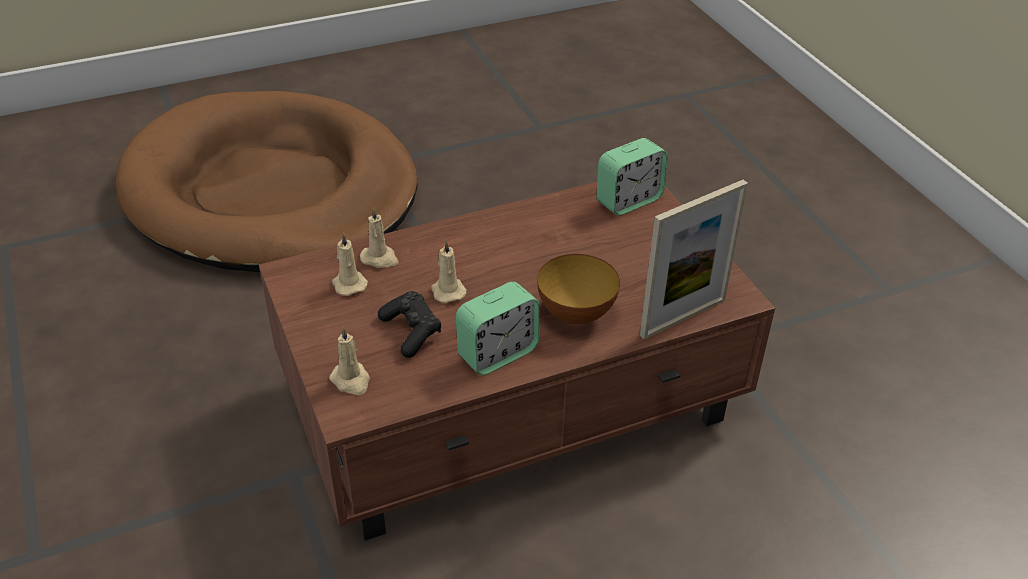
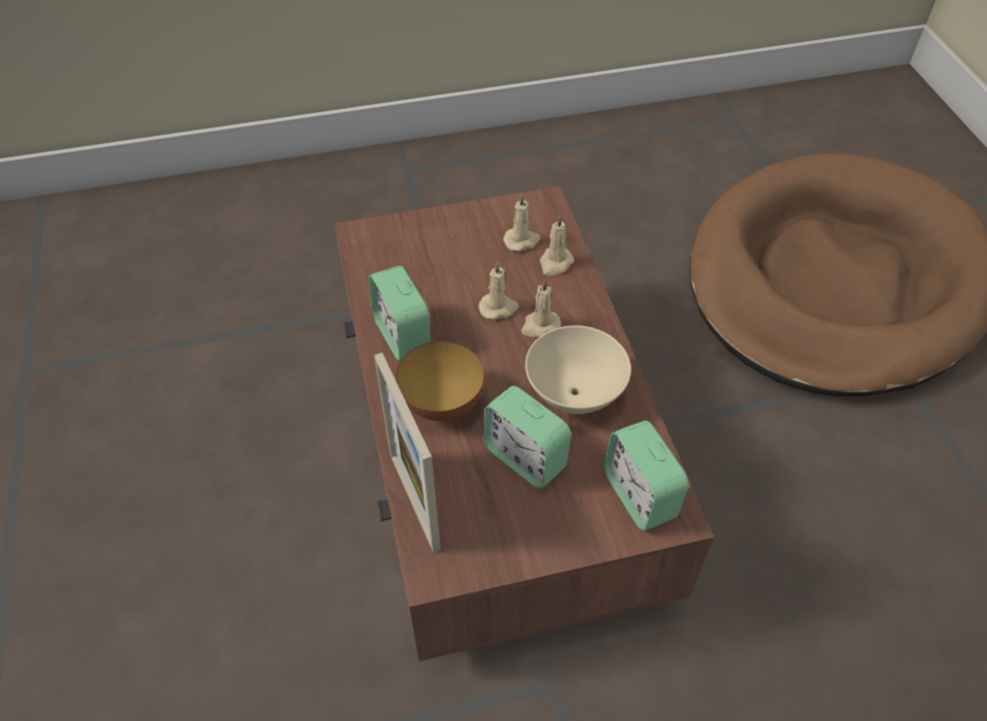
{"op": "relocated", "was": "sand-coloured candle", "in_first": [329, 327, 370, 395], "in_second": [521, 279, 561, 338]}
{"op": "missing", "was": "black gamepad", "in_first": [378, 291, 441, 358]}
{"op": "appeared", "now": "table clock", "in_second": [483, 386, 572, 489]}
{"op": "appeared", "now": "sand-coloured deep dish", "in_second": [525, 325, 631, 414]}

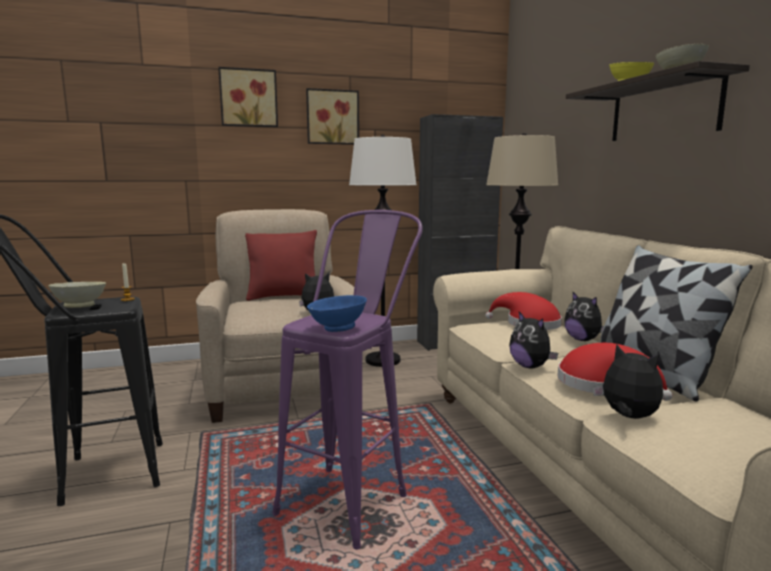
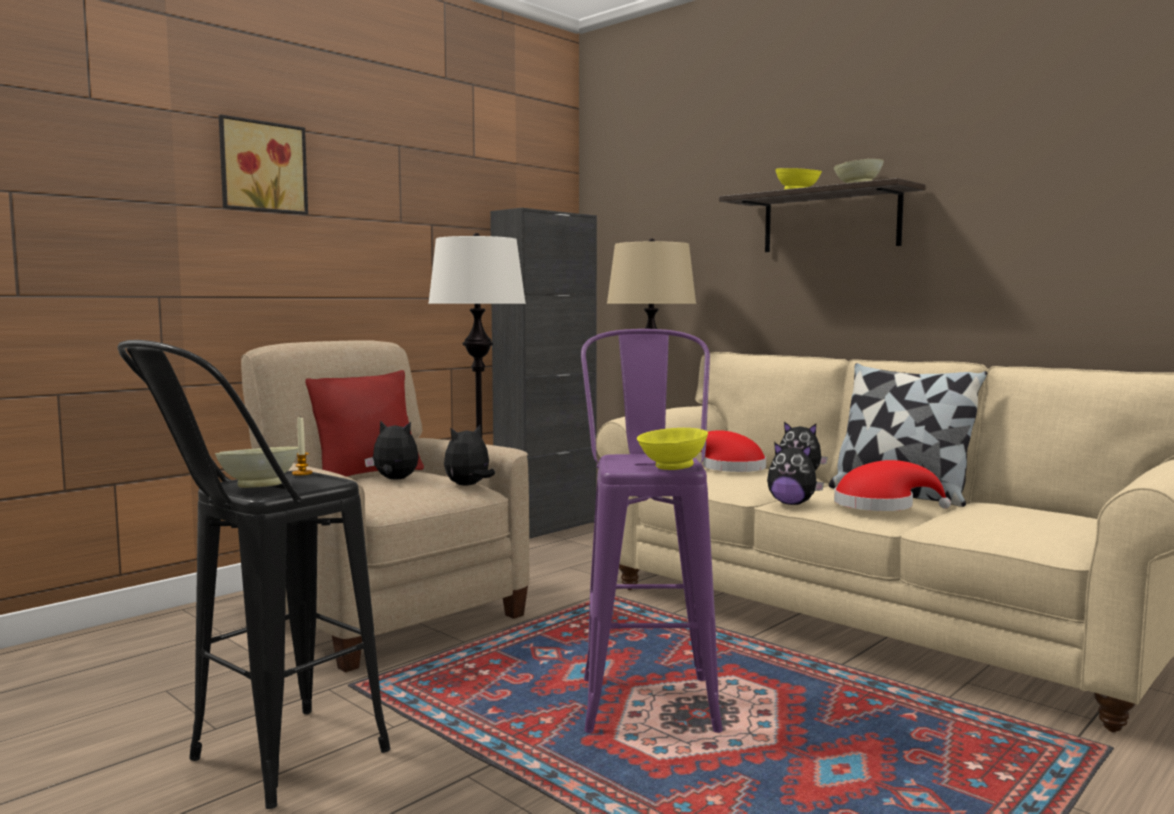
{"op": "missing", "was": "wall art", "in_first": [306, 88, 359, 145]}
{"op": "colour", "was": "blue deep dish", "now": "yellow-coloured deep dish", "in_first": [307, 295, 367, 332], "in_second": [637, 428, 708, 470]}
{"op": "relocated", "was": "cuddly toy", "in_first": [593, 344, 663, 419], "in_second": [365, 420, 419, 480]}

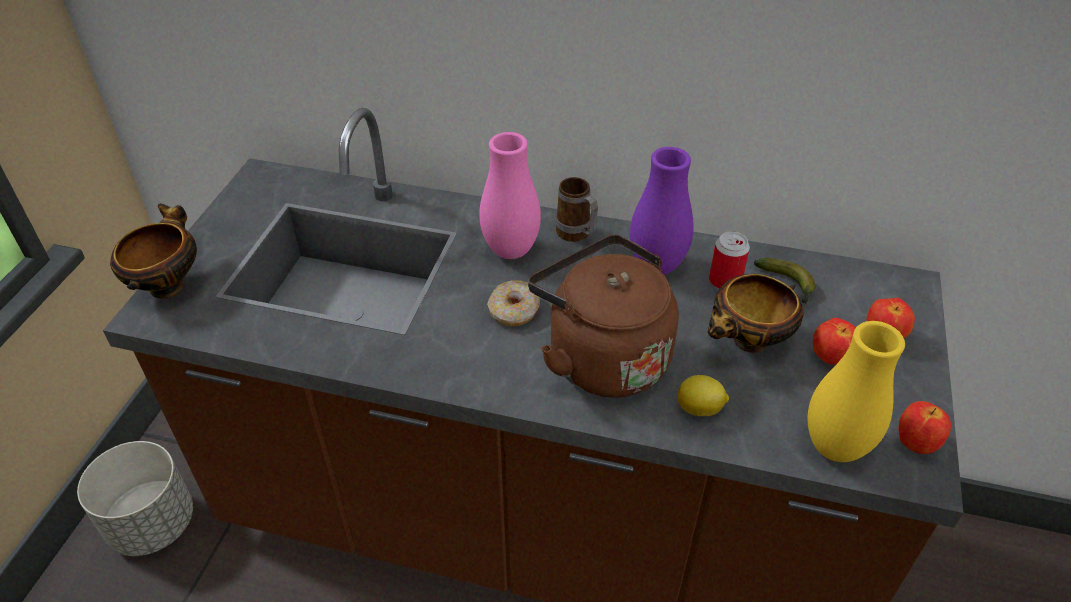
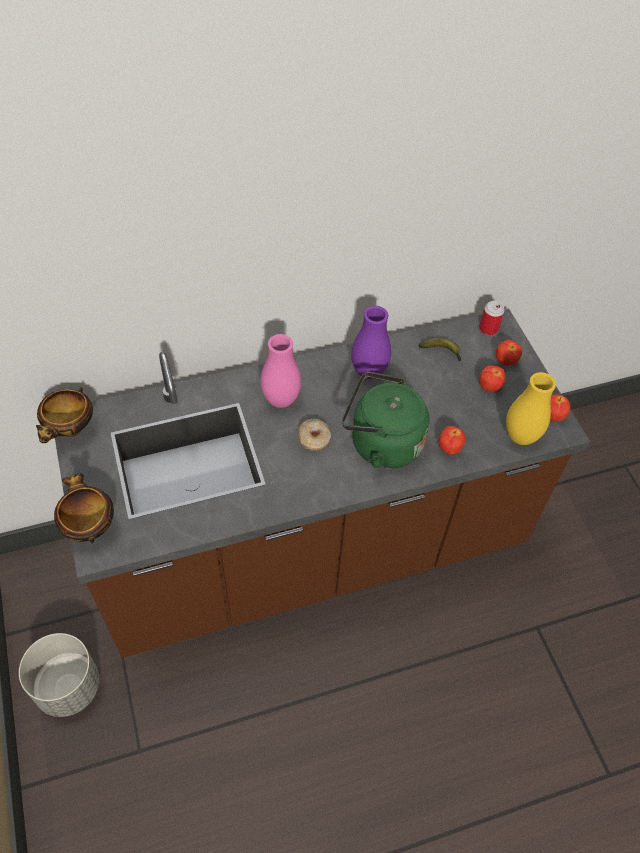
{"op": "colour", "was": "brownish kettle", "now": "green kettle", "in_first": [528, 235, 679, 398], "in_second": [342, 372, 430, 469]}
{"op": "missing", "was": "mug", "in_first": [556, 177, 598, 242]}
{"op": "exchanged", "was": "citrus fruit", "now": "apple", "in_first": [677, 375, 729, 416], "in_second": [439, 426, 466, 455]}
{"op": "relocated", "was": "deep dish", "in_first": [708, 274, 803, 353], "in_second": [36, 387, 93, 443]}
{"op": "relocated", "was": "sealed can", "in_first": [709, 231, 750, 289], "in_second": [479, 301, 505, 335]}

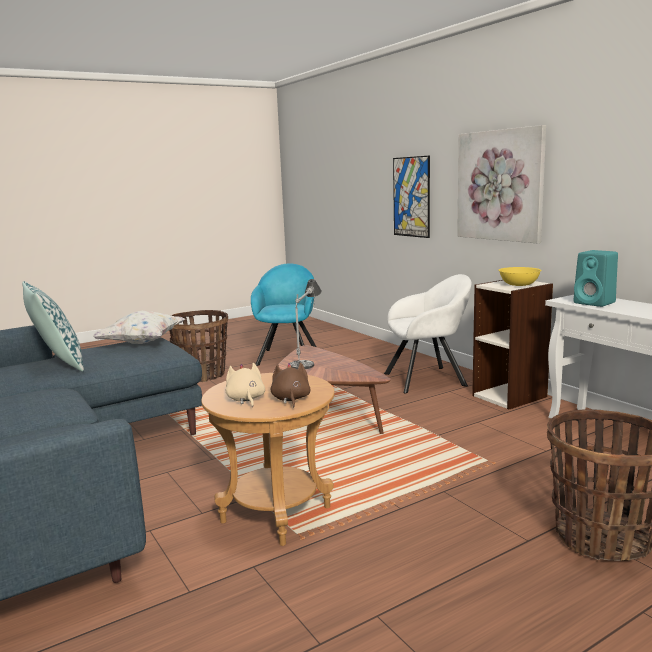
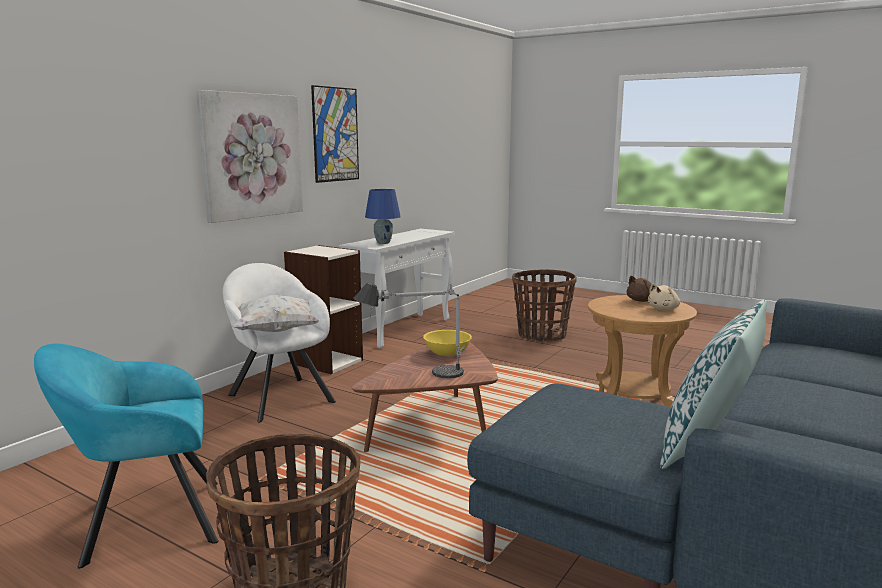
{"op": "relocated", "was": "whitish cushion", "in_first": [93, 311, 185, 344], "in_second": [232, 295, 320, 332]}
{"op": "relocated", "was": "wall art", "in_first": [393, 156, 430, 238], "in_second": [311, 85, 359, 183]}
{"op": "relocated", "was": "yellow-coloured deep dish", "in_first": [499, 267, 542, 286], "in_second": [423, 330, 472, 356]}
{"op": "exchanged", "was": "blue-green audio speaker", "now": "blue table lamp", "in_first": [574, 250, 618, 307], "in_second": [365, 189, 401, 244]}

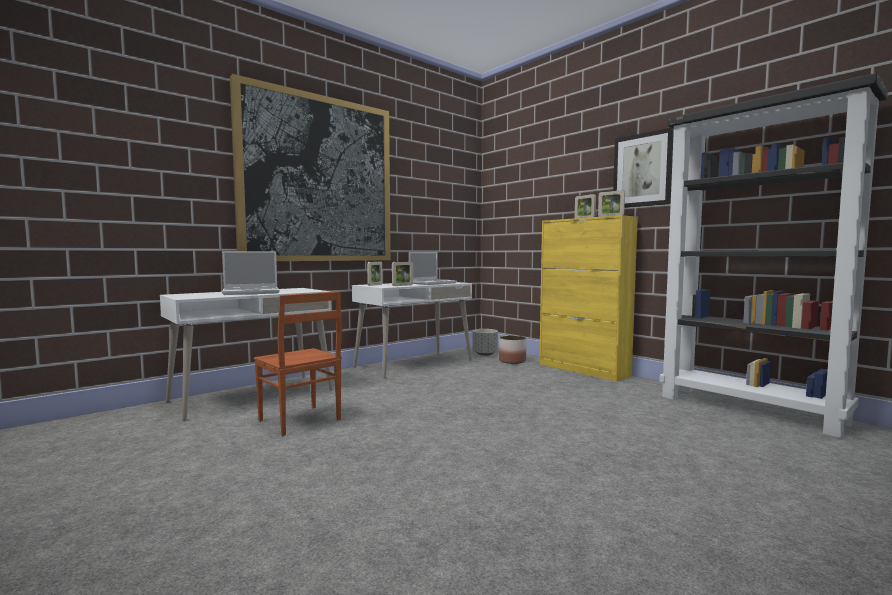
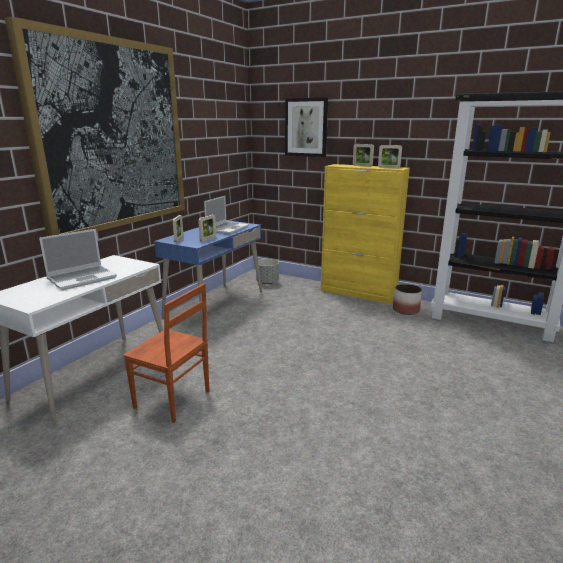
{"op": "colour", "was": "whitish desk unit", "now": "blue desk unit", "in_first": [352, 282, 472, 378], "in_second": [154, 220, 262, 328]}
{"op": "relocated", "was": "planter", "in_first": [499, 335, 526, 364], "in_second": [393, 284, 422, 315]}
{"op": "relocated", "was": "wall art", "in_first": [613, 128, 674, 208], "in_second": [285, 98, 328, 157]}

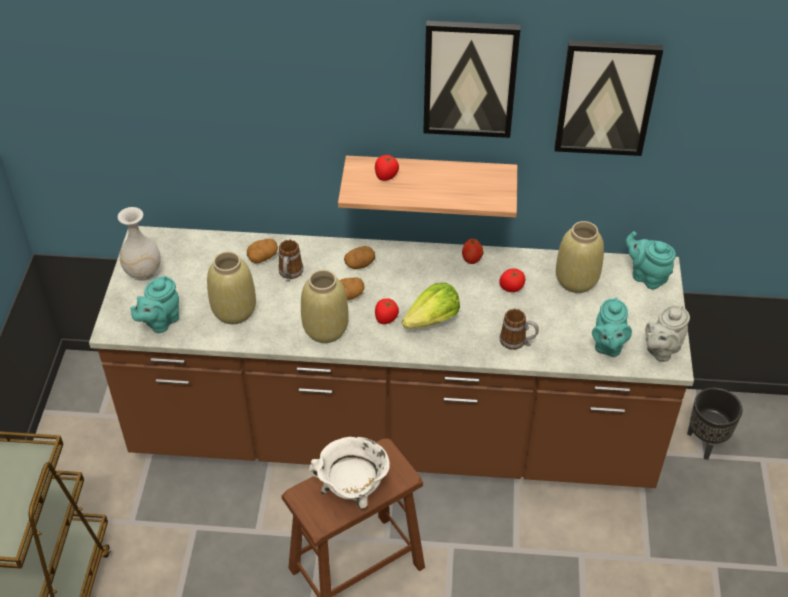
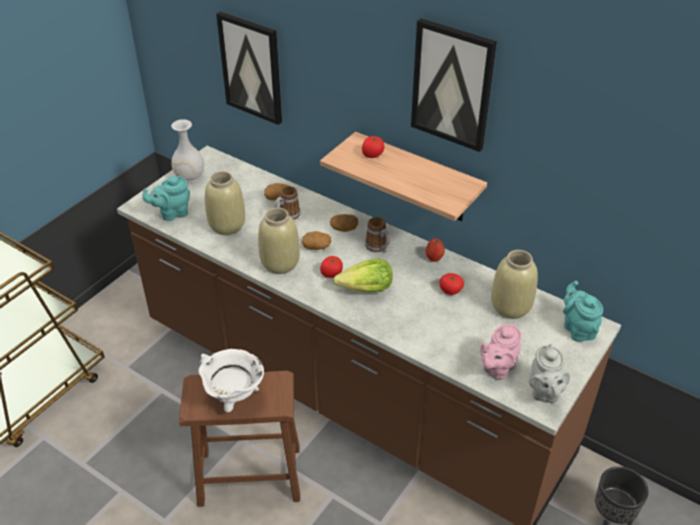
{"op": "relocated", "was": "mug", "in_first": [500, 309, 539, 350], "in_second": [365, 217, 390, 253]}
{"op": "relocated", "was": "wall art", "in_first": [554, 41, 663, 156], "in_second": [216, 11, 282, 125]}
{"op": "colour", "was": "blue-green teapot", "now": "pink teapot", "in_first": [592, 297, 632, 357], "in_second": [480, 324, 522, 380]}
{"op": "spun", "was": "gray teapot", "in_first": [645, 305, 690, 362], "in_second": [529, 344, 570, 403], "clockwise": -75}

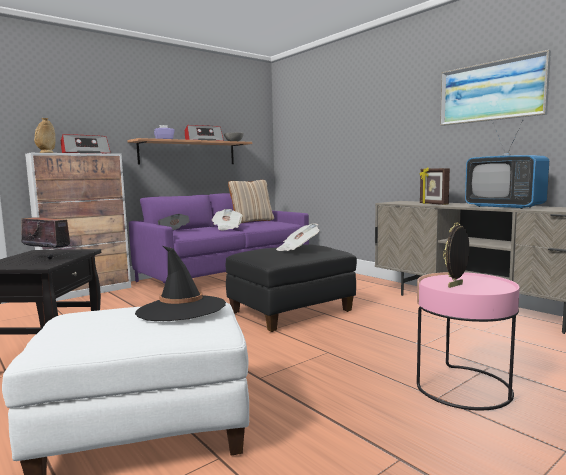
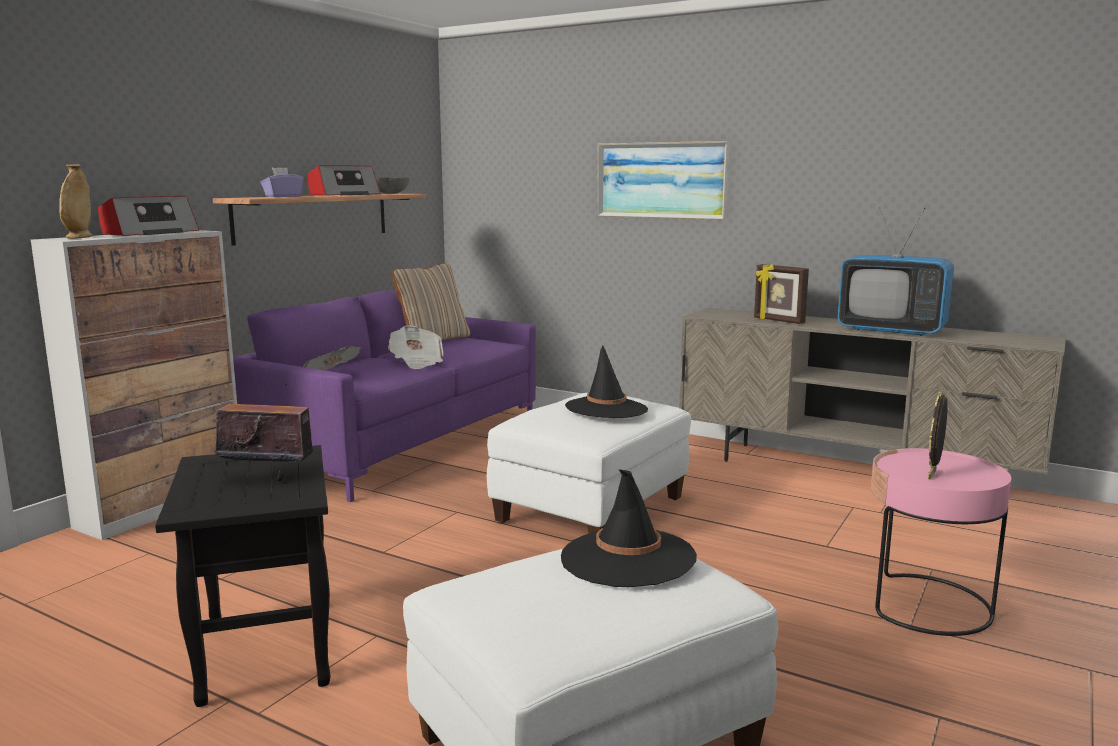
{"op": "colour", "was": "black ottoman", "now": "whitish ottoman", "in_first": [225, 245, 357, 332], "in_second": [487, 393, 691, 534]}
{"op": "exchanged", "was": "printed paper", "now": "black hat", "in_first": [276, 223, 320, 251], "in_second": [565, 346, 648, 418]}
{"op": "relocated", "was": "wall art", "in_first": [440, 50, 551, 126], "in_second": [597, 141, 730, 221]}

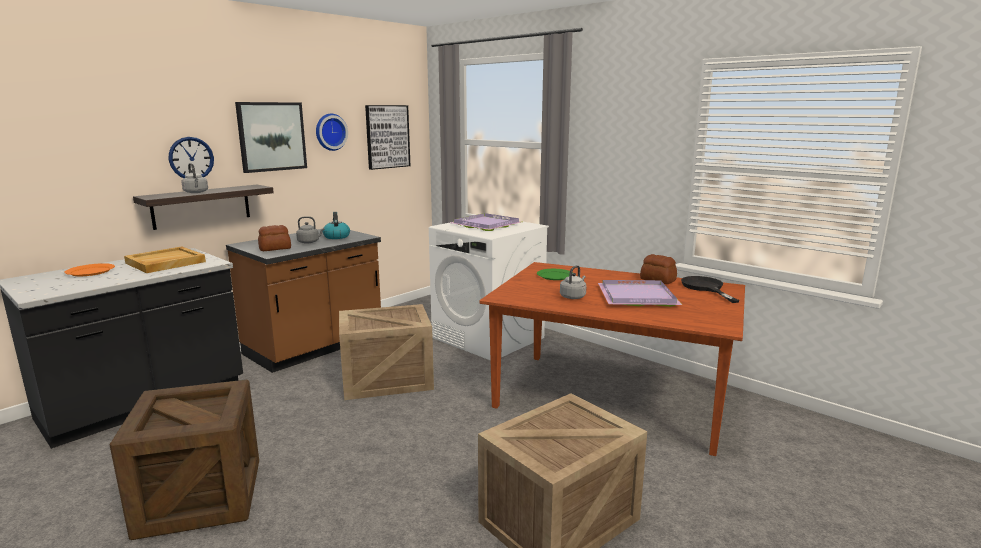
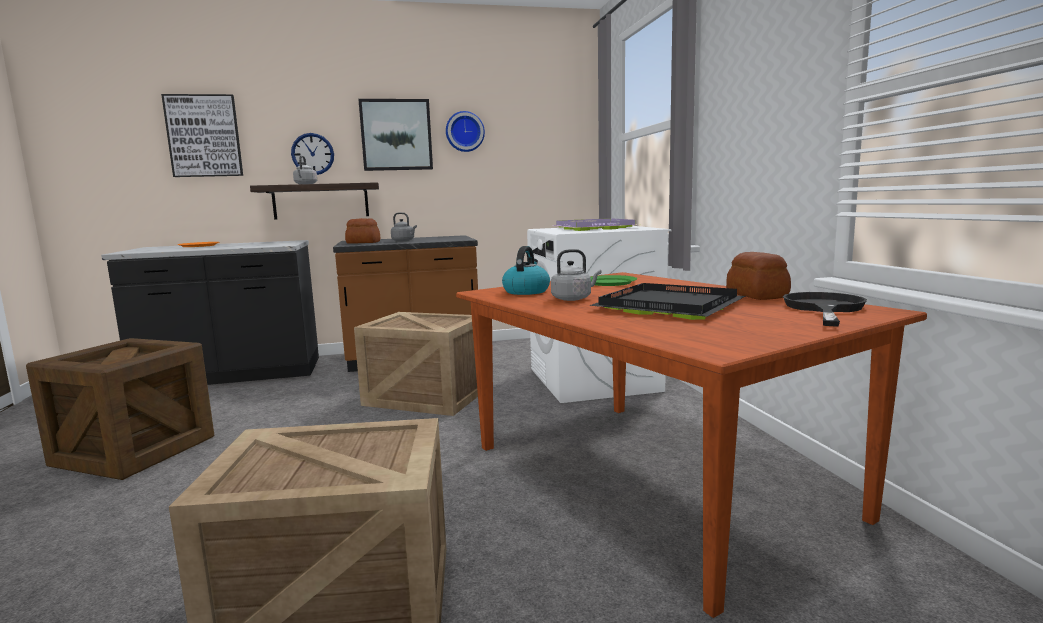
{"op": "missing", "was": "sand-coloured serving tray", "in_first": [124, 246, 206, 273]}
{"op": "relocated", "was": "kettle", "in_first": [323, 212, 350, 239], "in_second": [502, 246, 550, 295]}
{"op": "relocated", "was": "wall art", "in_first": [365, 105, 410, 170], "in_second": [161, 94, 243, 177]}
{"op": "colour", "was": "purple serving tray", "now": "black serving tray", "in_first": [598, 280, 682, 307], "in_second": [589, 283, 745, 320]}

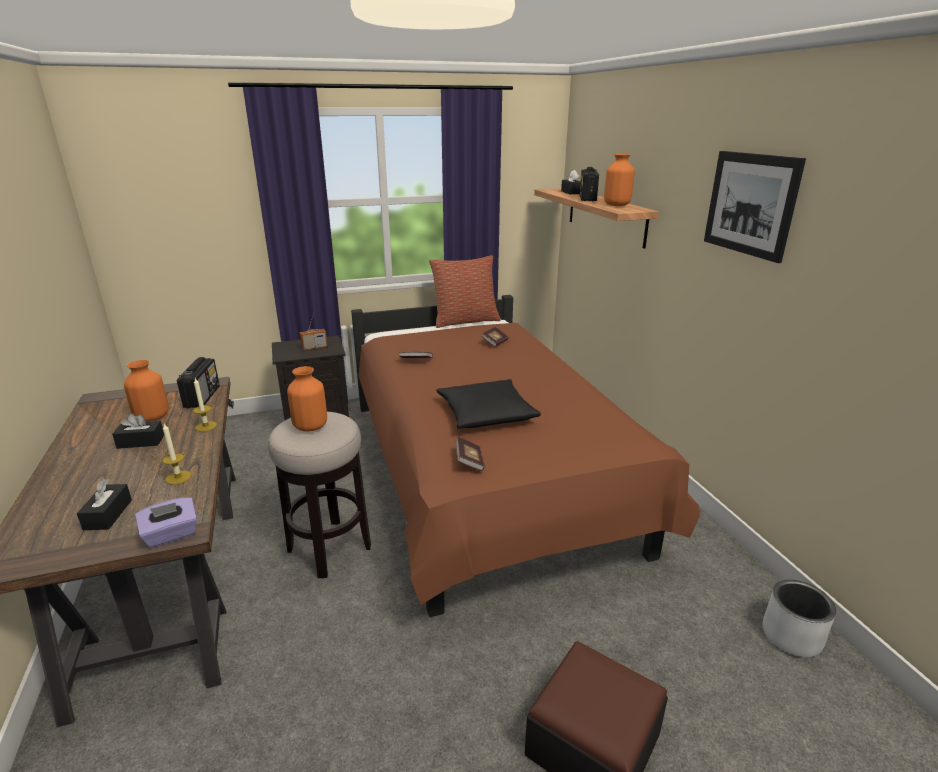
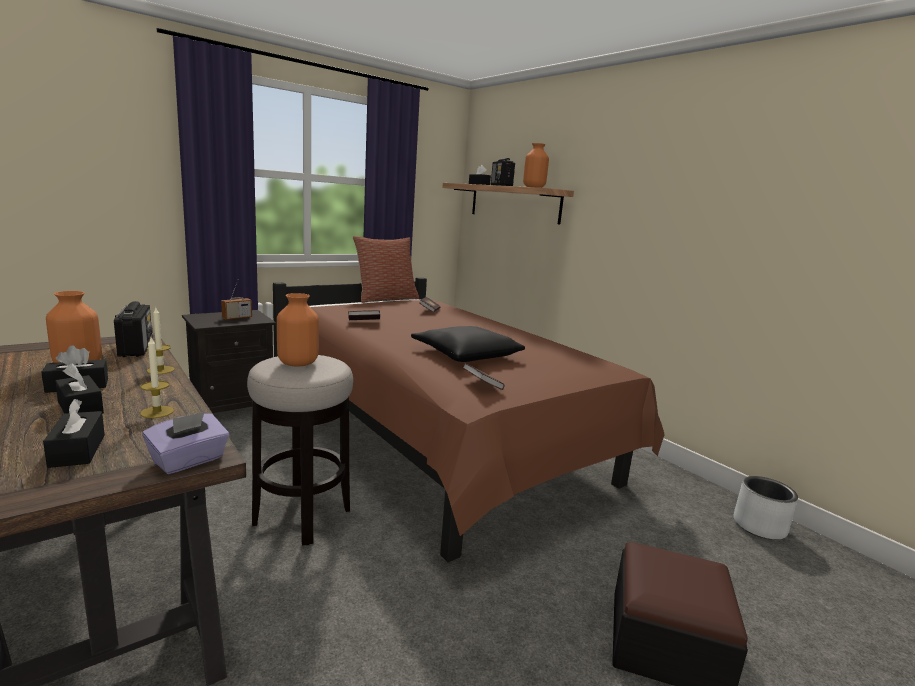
{"op": "missing", "was": "wall art", "in_first": [704, 151, 806, 263]}
{"op": "appeared", "now": "black box of tissues", "in_second": [55, 364, 104, 414]}

